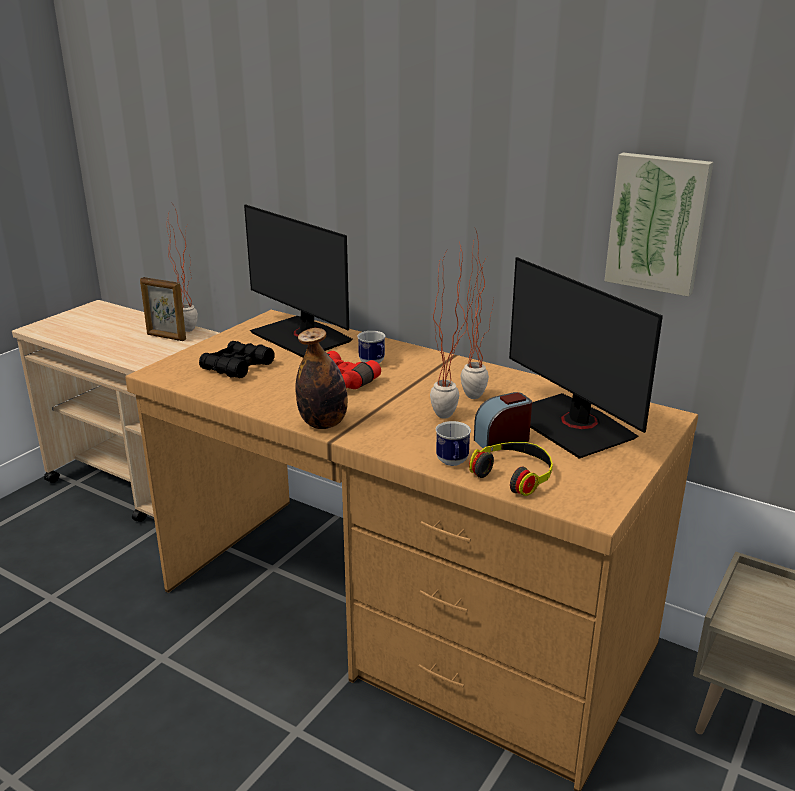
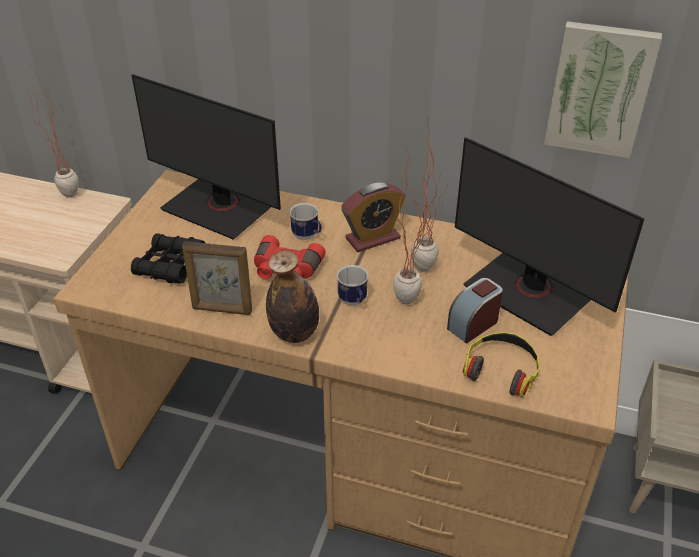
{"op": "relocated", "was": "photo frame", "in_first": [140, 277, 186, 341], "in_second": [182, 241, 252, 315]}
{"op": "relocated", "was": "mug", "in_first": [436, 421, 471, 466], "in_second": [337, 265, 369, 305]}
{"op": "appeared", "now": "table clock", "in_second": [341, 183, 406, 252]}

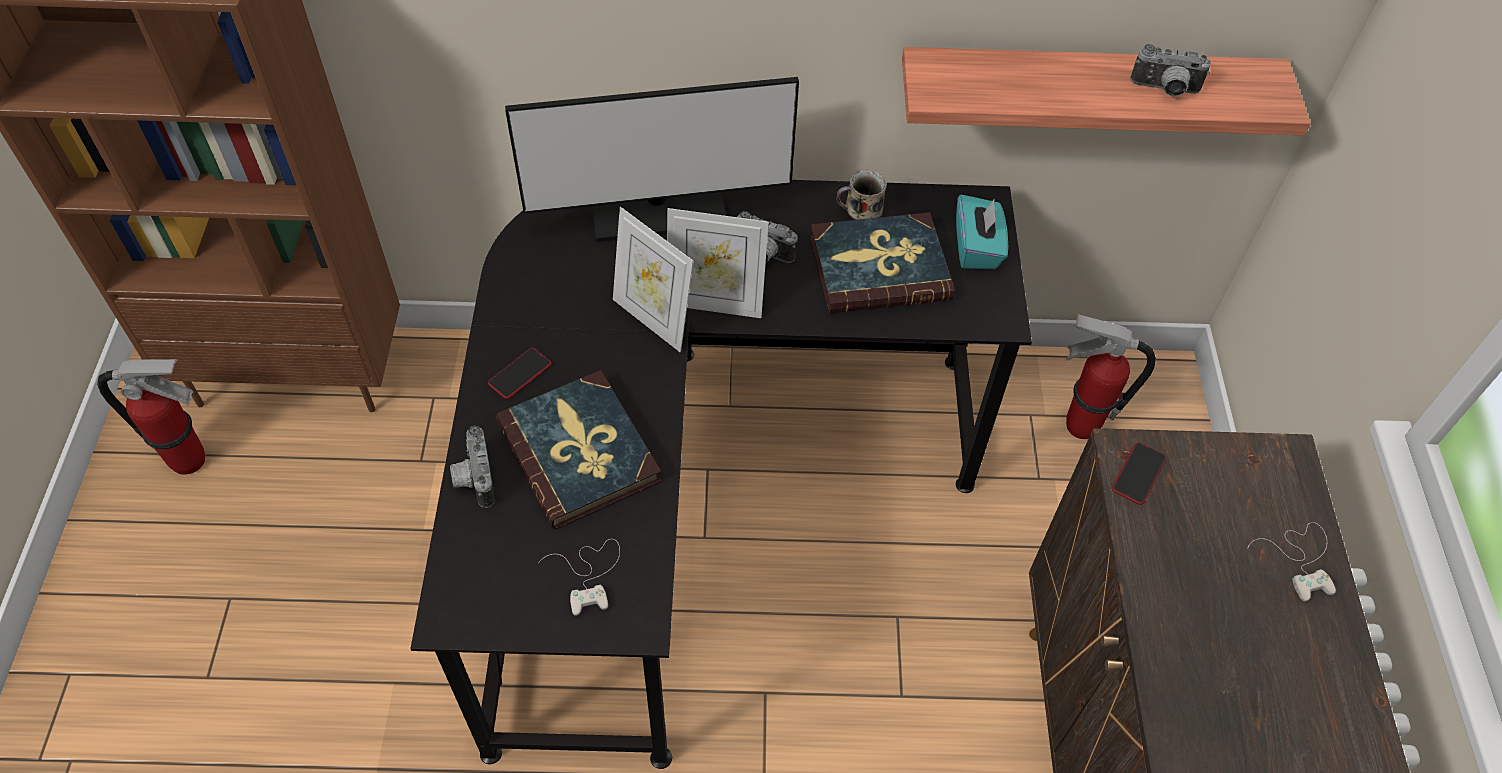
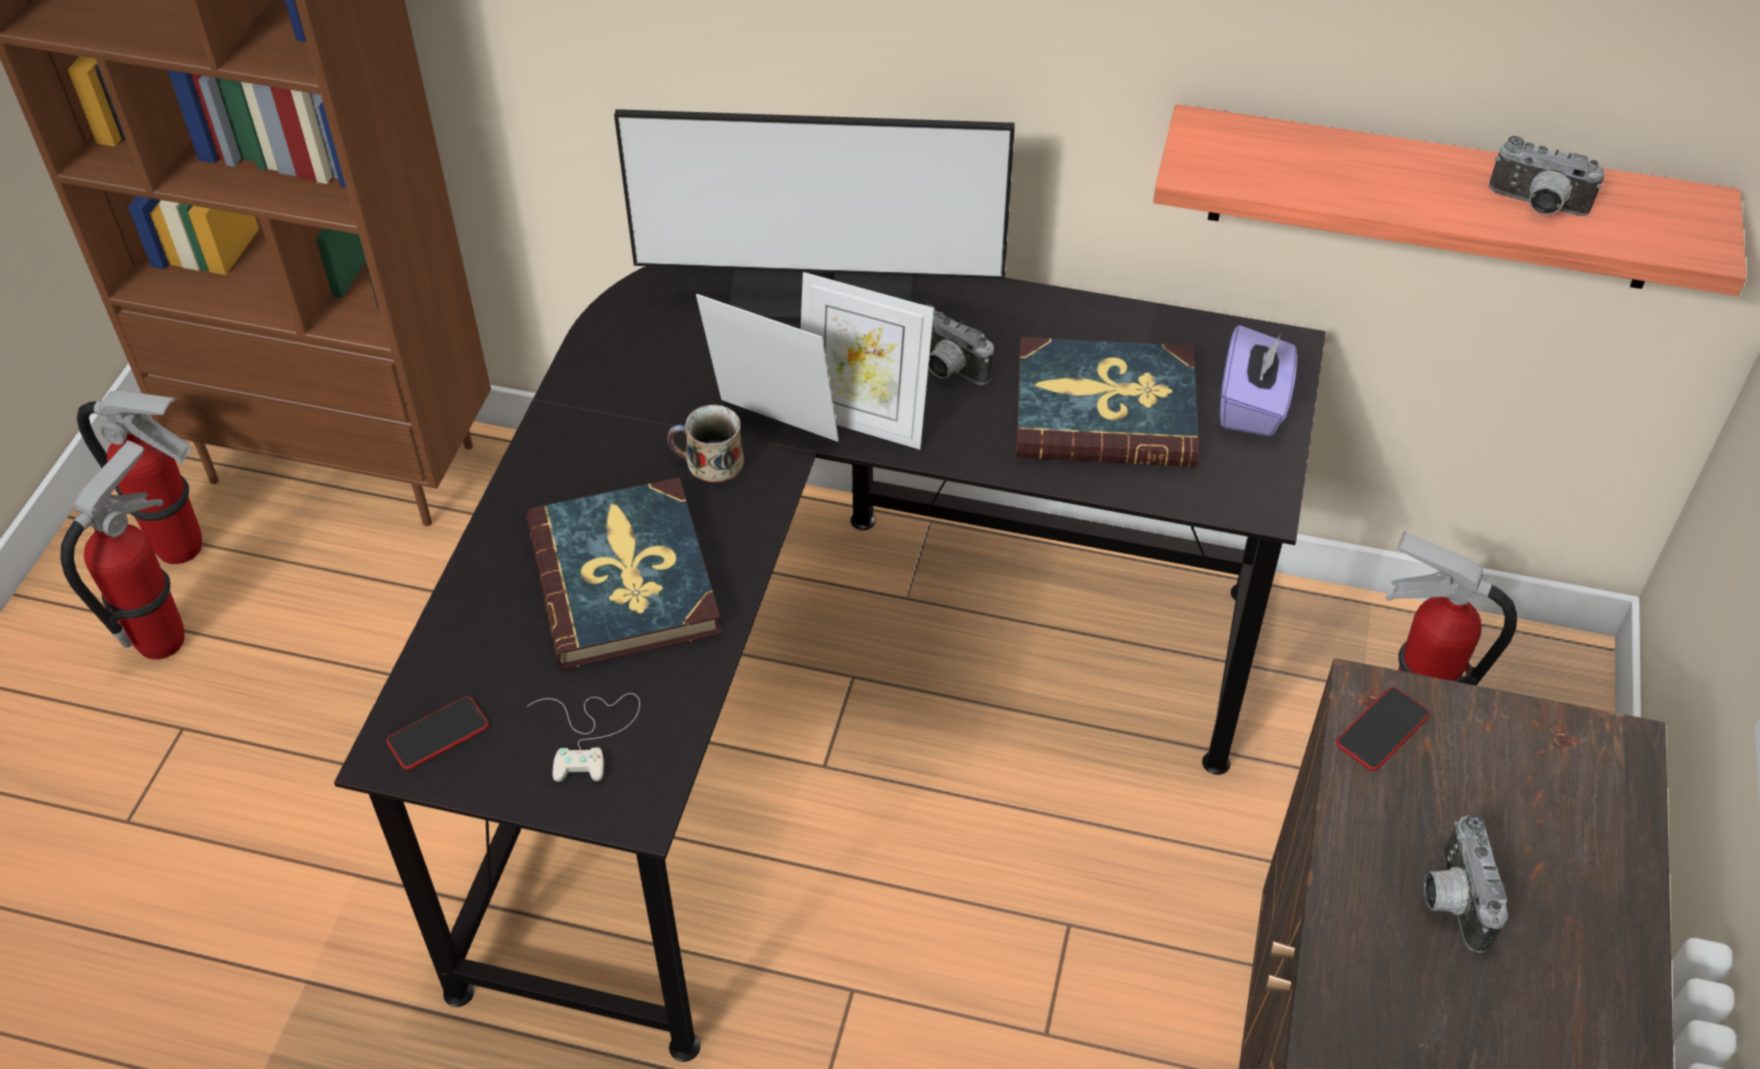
{"op": "relocated", "was": "still camera", "in_first": [450, 426, 495, 508], "in_second": [1424, 814, 1508, 953]}
{"op": "relocated", "was": "phone", "in_first": [488, 348, 551, 399], "in_second": [387, 696, 489, 770]}
{"op": "spun", "was": "photo frame", "in_first": [613, 207, 693, 352], "in_second": [696, 294, 839, 442], "clockwise": 150}
{"op": "relocated", "was": "mug", "in_first": [836, 170, 887, 220], "in_second": [667, 405, 744, 483]}
{"op": "colour", "was": "blue-green box of tissues", "now": "purple box of tissues", "in_first": [956, 194, 1008, 269], "in_second": [1220, 325, 1297, 436]}
{"op": "missing", "was": "whitish gamepad", "in_first": [1248, 522, 1336, 602]}
{"op": "appeared", "now": "fire-fighting cylinder", "in_second": [60, 440, 185, 660]}

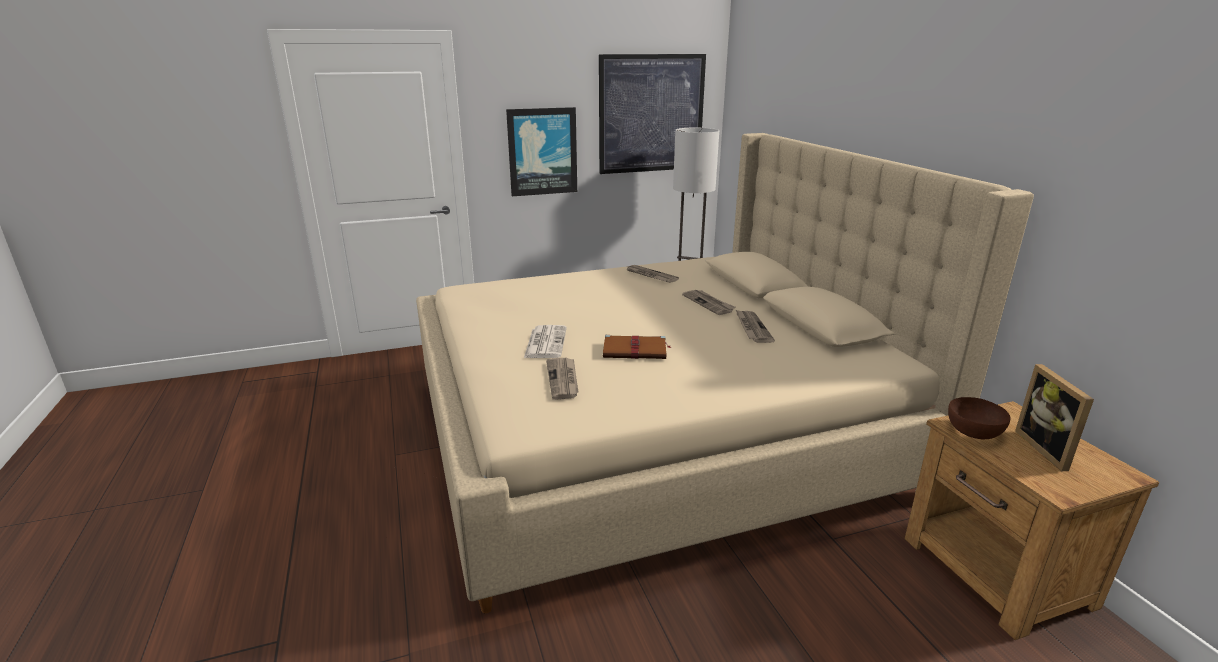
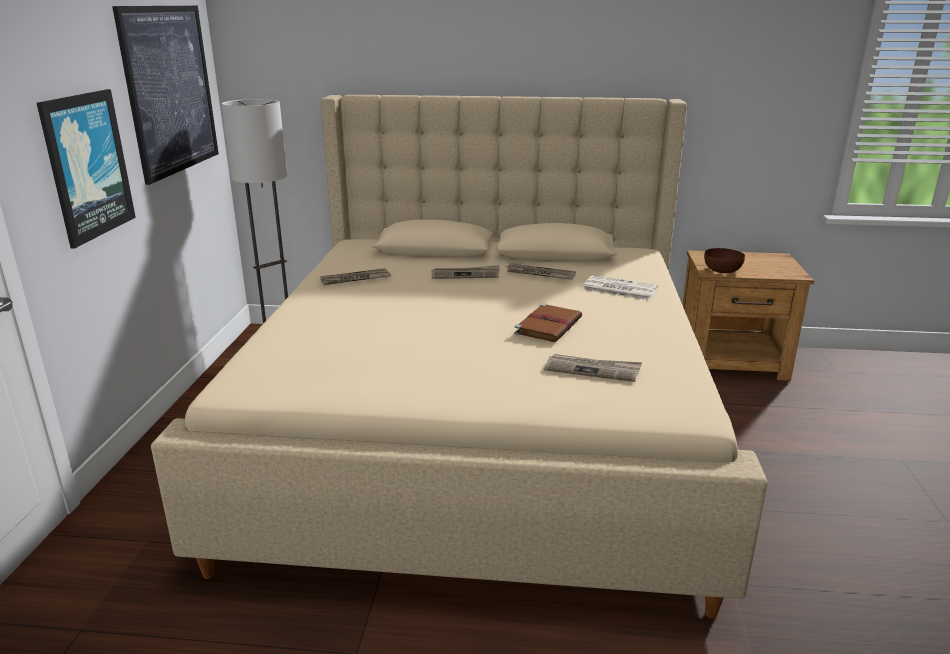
{"op": "relocated", "was": "printed paper", "in_first": [524, 325, 567, 358], "in_second": [583, 275, 658, 300]}
{"op": "missing", "was": "photo frame", "in_first": [1015, 364, 1094, 471]}

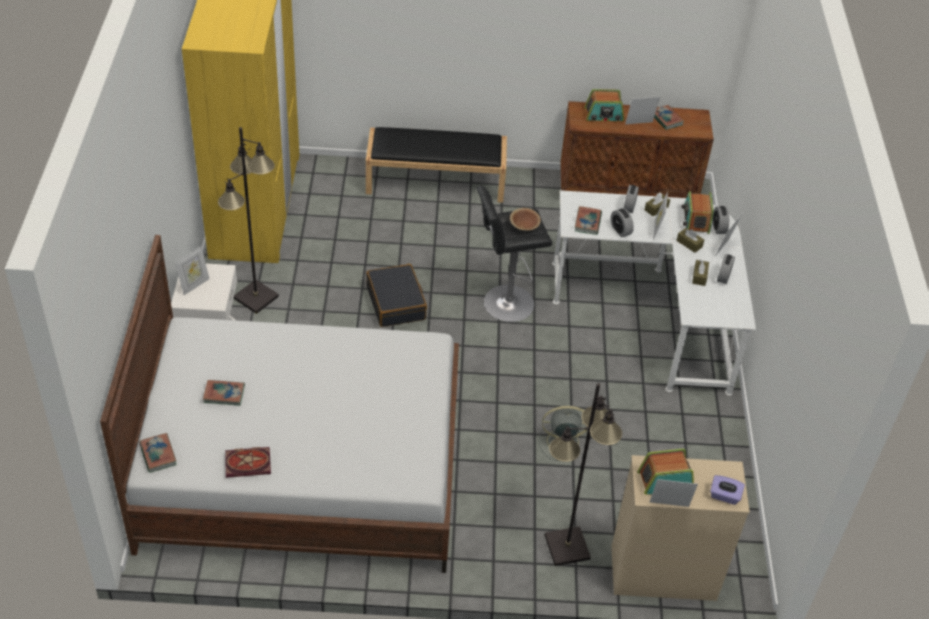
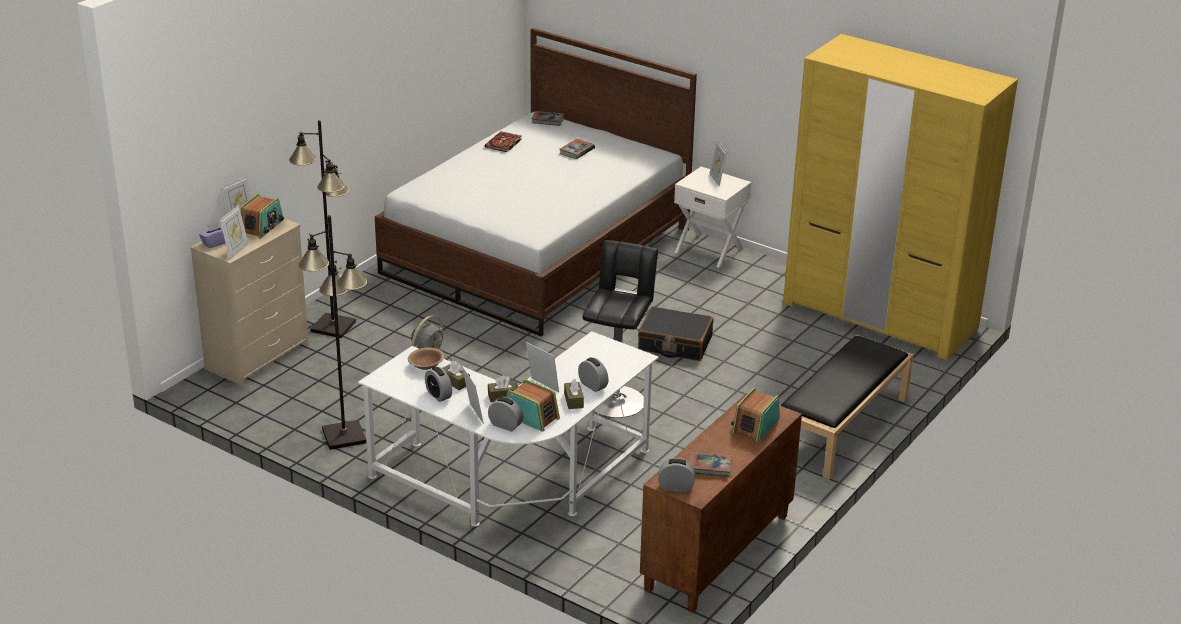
{"op": "relocated", "was": "black standing lamp", "in_first": [218, 127, 279, 314], "in_second": [299, 215, 367, 450]}
{"op": "relocated", "was": "brownish deep dish", "in_first": [510, 208, 541, 231], "in_second": [408, 347, 444, 370]}
{"op": "missing", "was": "volume", "in_first": [575, 206, 602, 235]}
{"op": "relocated", "was": "table clock", "in_first": [611, 208, 634, 237], "in_second": [658, 458, 695, 492]}
{"op": "relocated", "was": "photo frame", "in_first": [625, 97, 660, 124], "in_second": [220, 205, 248, 260]}

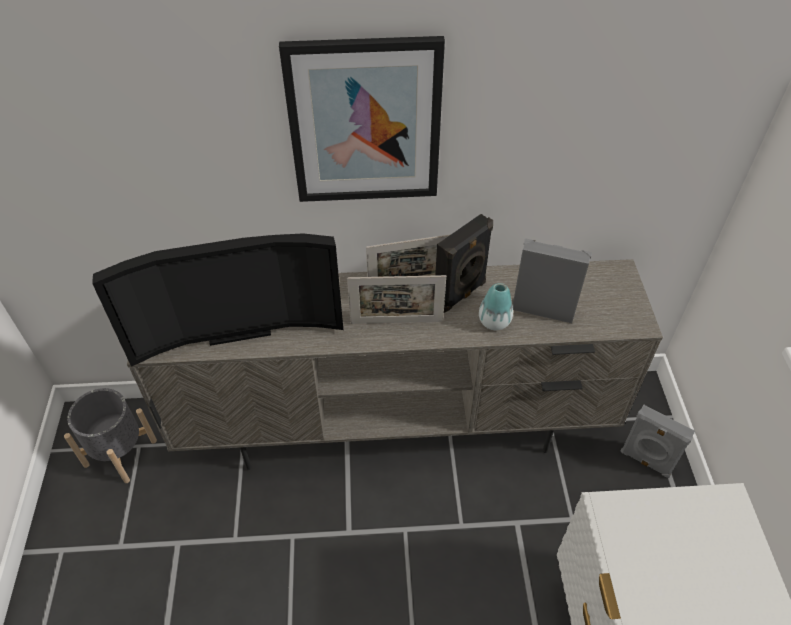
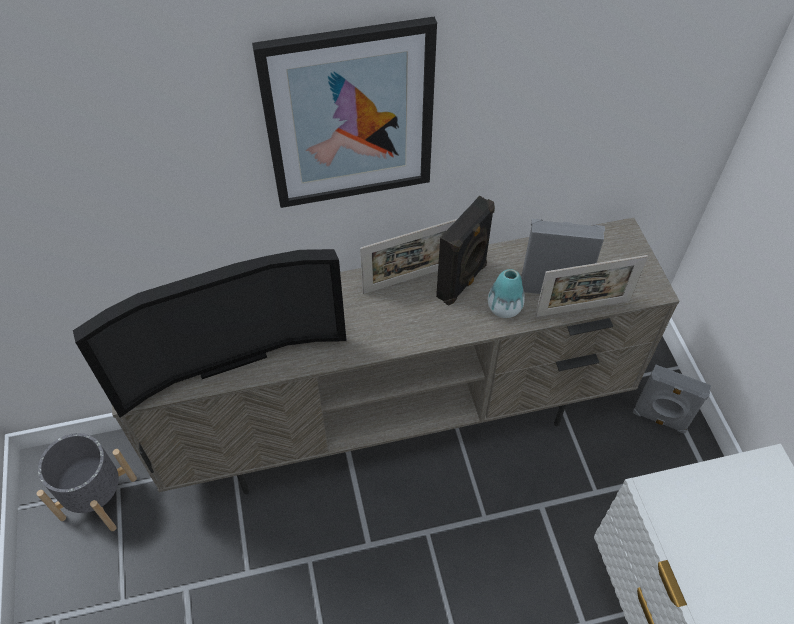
{"op": "relocated", "was": "photo frame", "in_first": [347, 275, 446, 324], "in_second": [535, 255, 648, 317]}

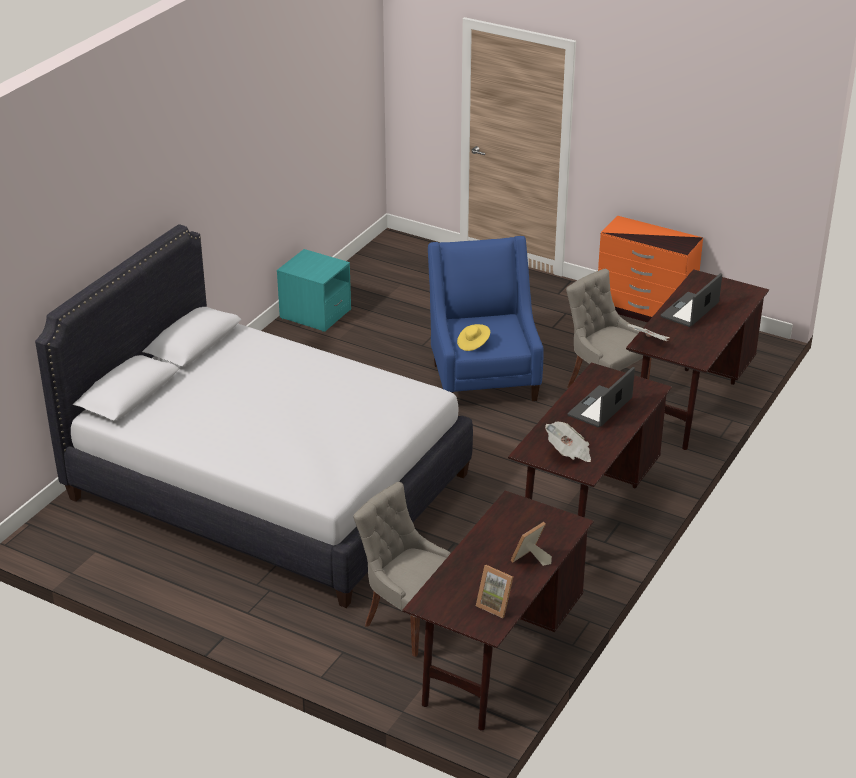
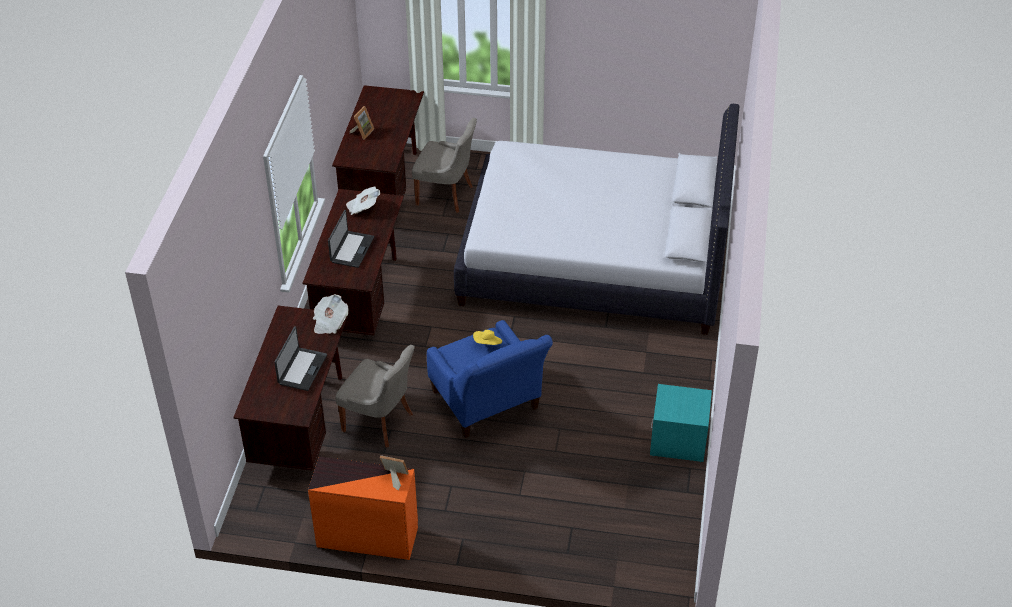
{"op": "relocated", "was": "photo frame", "in_first": [476, 565, 513, 618], "in_second": [380, 455, 409, 490]}

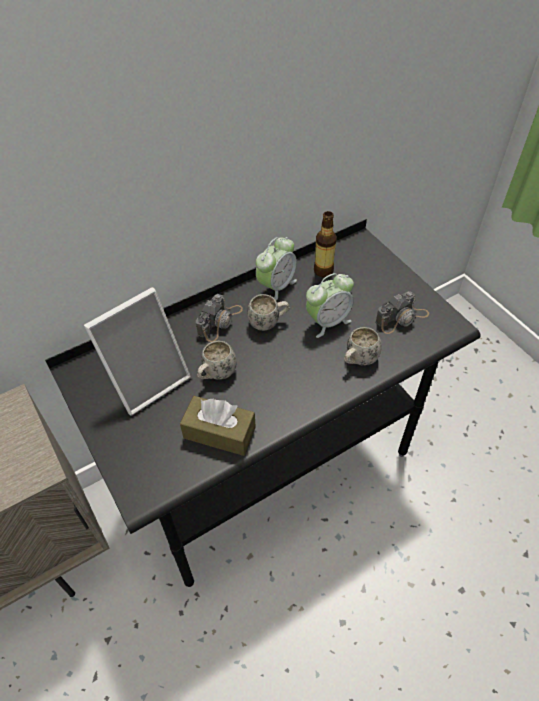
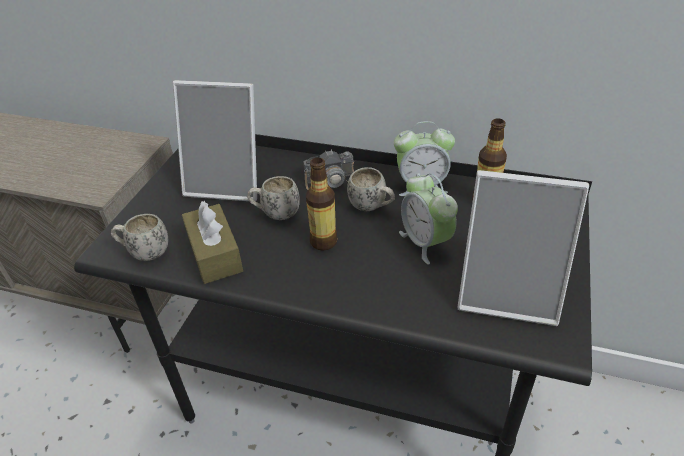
{"op": "spun", "was": "table clock", "in_first": [306, 273, 354, 338], "in_second": [399, 173, 458, 265], "clockwise": 45}
{"op": "relocated", "was": "whitish mug", "in_first": [344, 327, 382, 366], "in_second": [111, 214, 168, 261]}
{"op": "exchanged", "was": "still camera", "now": "photo frame", "in_first": [375, 291, 429, 334], "in_second": [458, 170, 589, 326]}
{"op": "appeared", "now": "bottle", "in_second": [306, 158, 338, 251]}

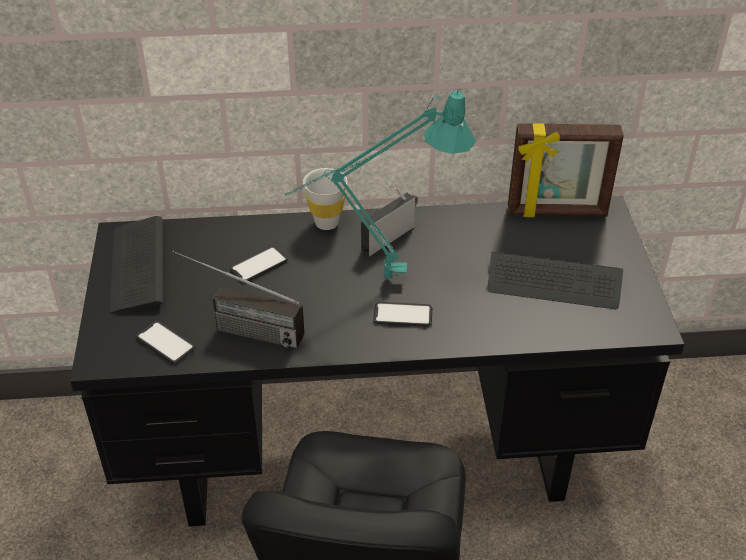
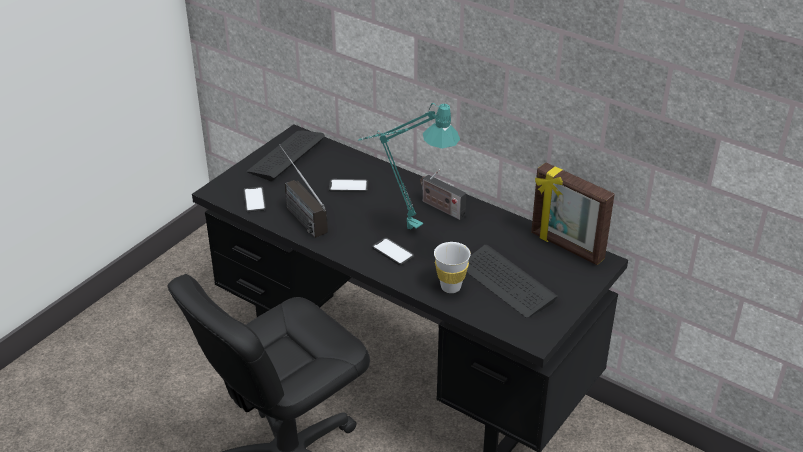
{"op": "relocated", "was": "whitish cup", "in_first": [303, 168, 347, 230], "in_second": [434, 242, 471, 293]}
{"op": "spun", "was": "radio set", "in_first": [361, 188, 418, 256], "in_second": [420, 169, 466, 220], "clockwise": -135}

